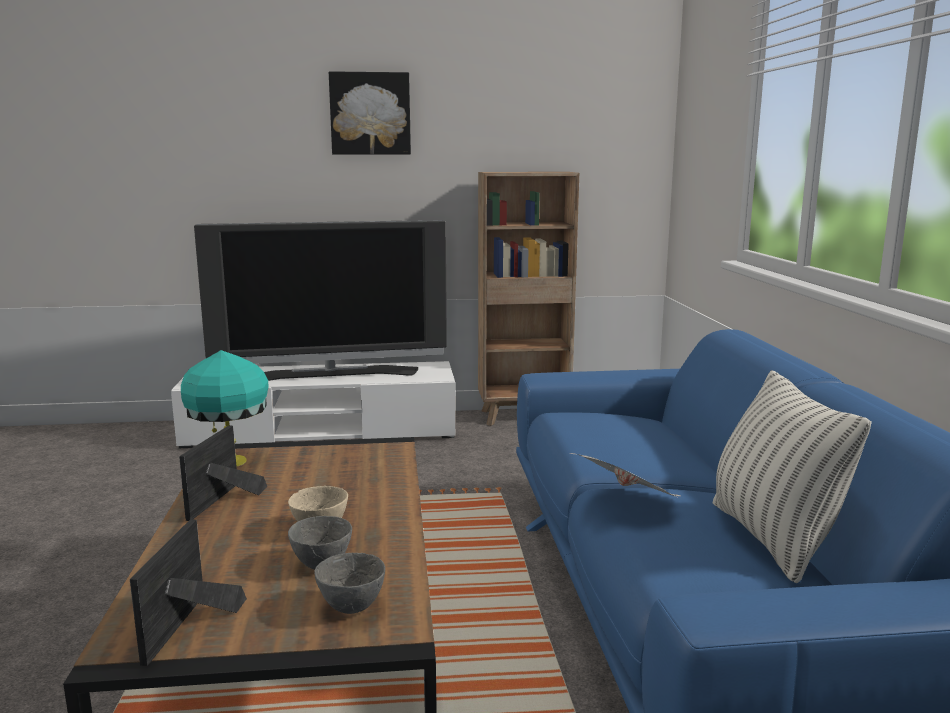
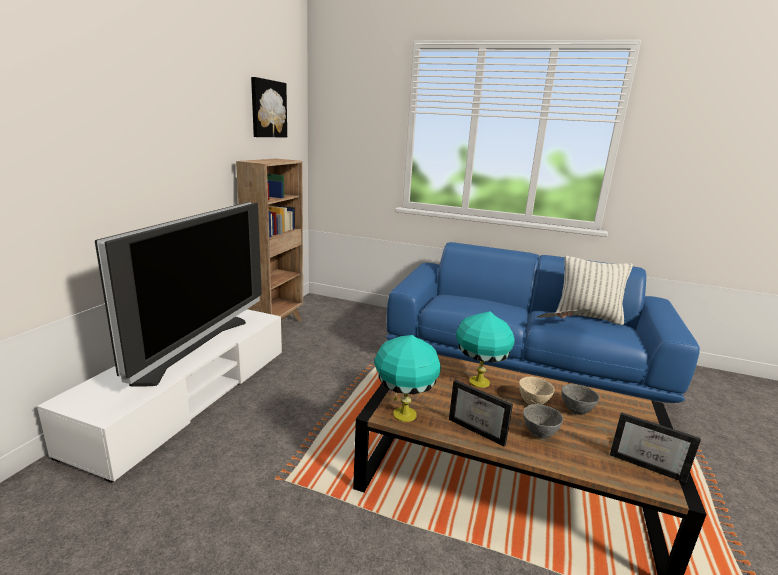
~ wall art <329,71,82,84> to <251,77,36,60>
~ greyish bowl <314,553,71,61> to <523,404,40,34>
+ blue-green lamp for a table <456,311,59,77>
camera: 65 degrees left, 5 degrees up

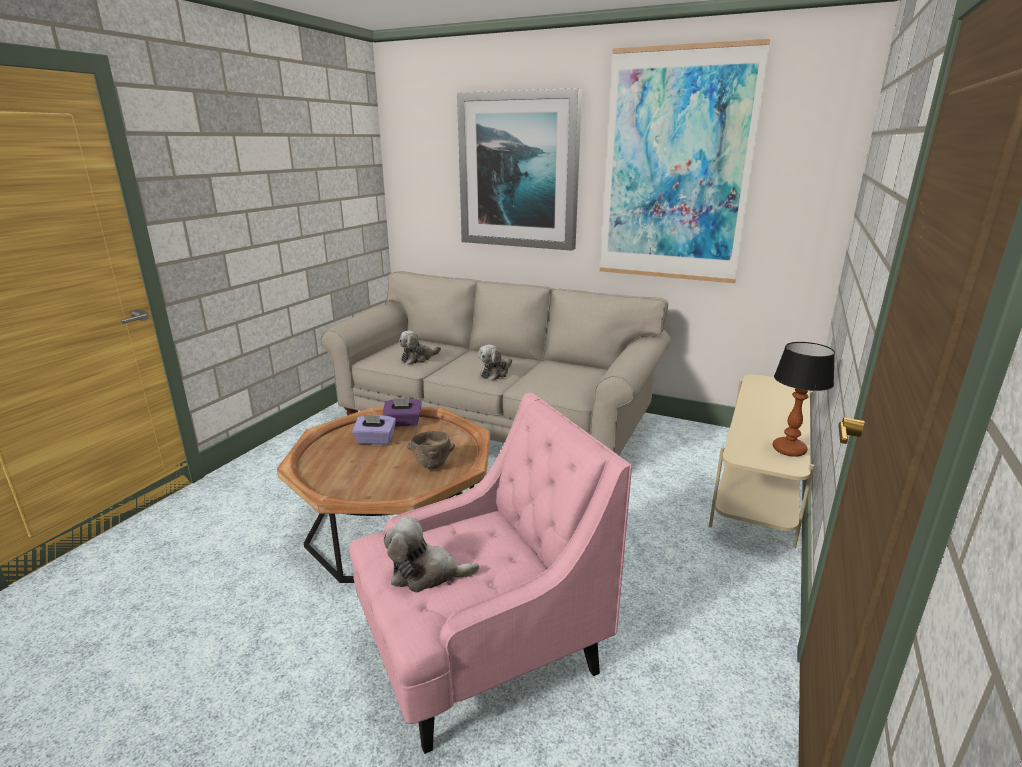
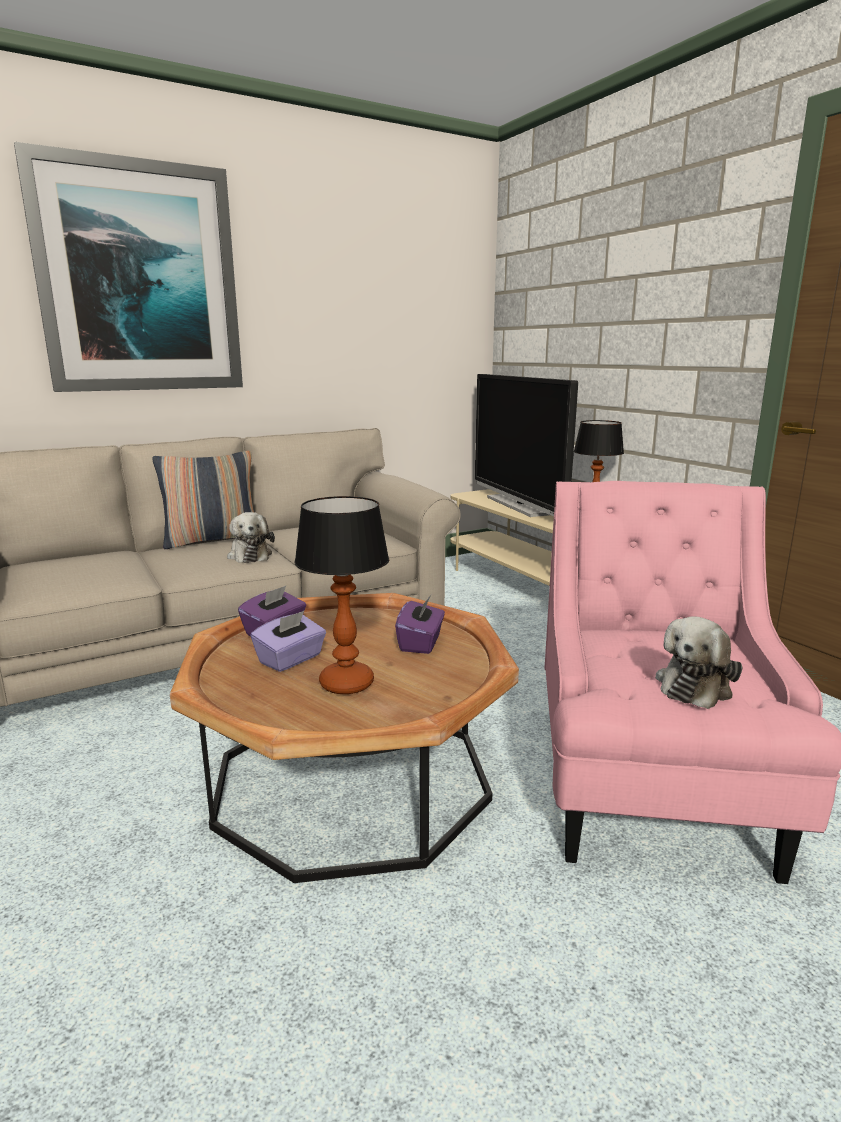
- wall art <600,39,171,244>
- soft toy <399,330,42,34>
~ brown-coloured bowl <406,431,49,39> to purple tissue box <395,595,50,59>
+ television <475,374,103,143>
+ cushion <152,451,102,98>
+ lamp for a table <294,496,95,198>
camera: 55 degrees left, 5 degrees down

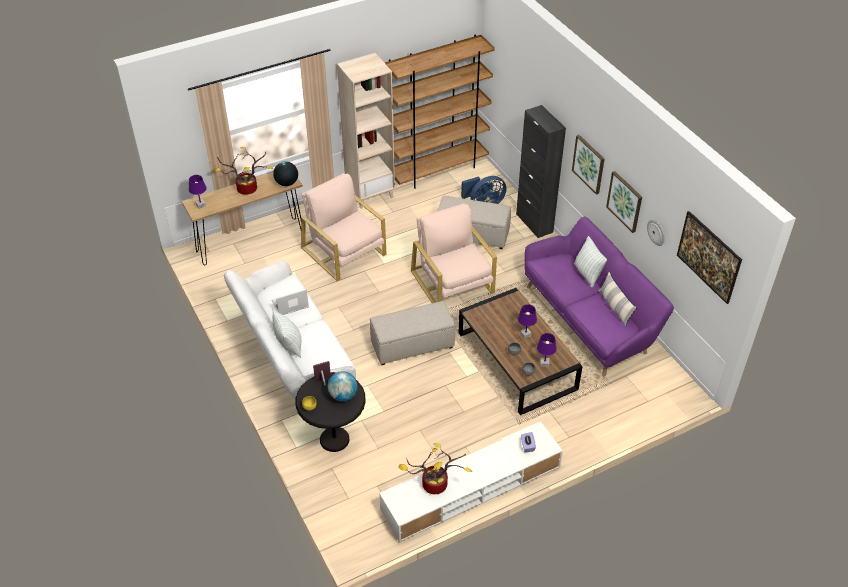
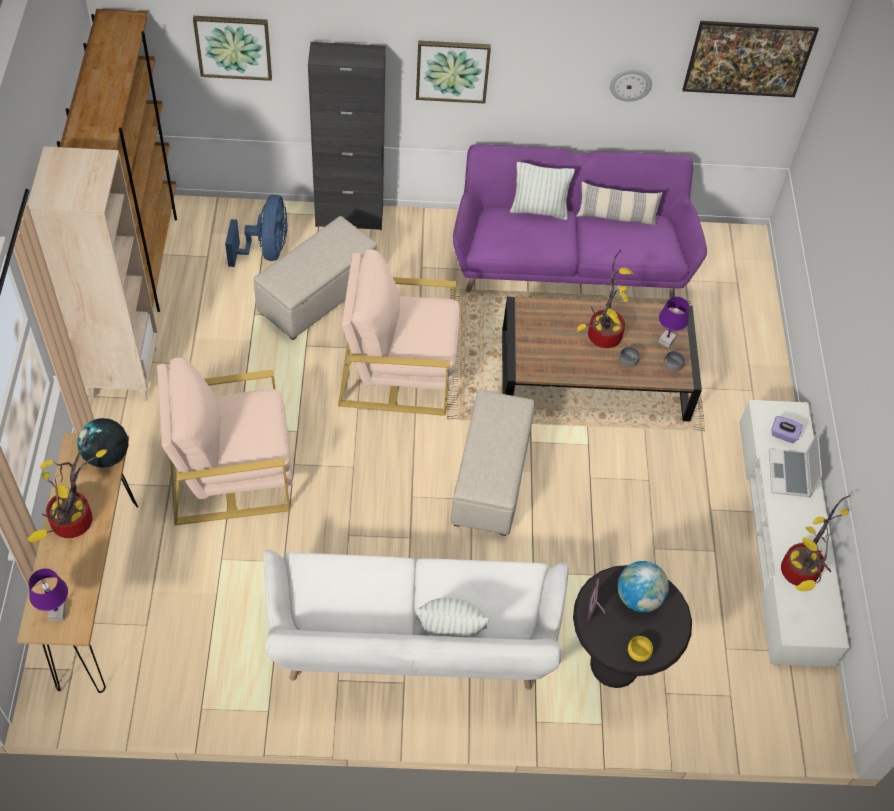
~ wall art <606,171,36,62> to <193,16,79,65>
~ portable computer <272,289,37,26> to <769,431,53,66>
~ purple lamp for a table <518,305,19,34> to houseplant <577,249,56,99>
camera: 65 degrees left, 10 degrees up

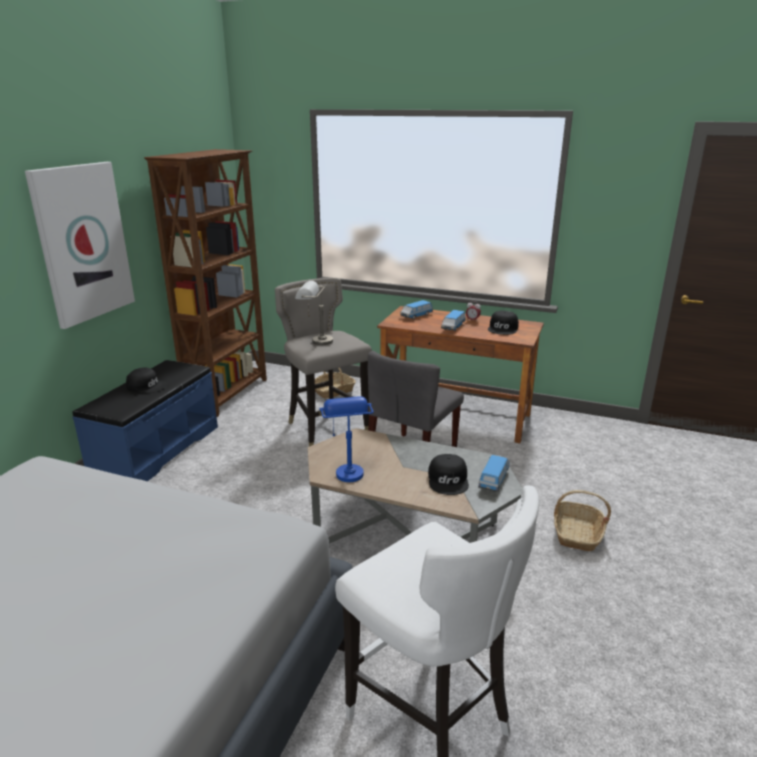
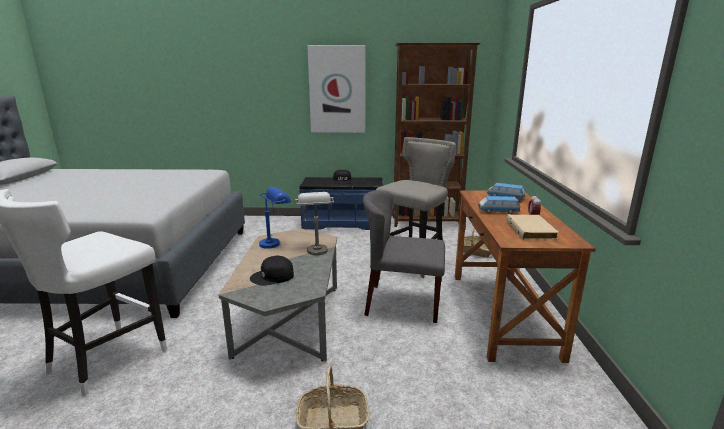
~ greyish lamp for a table <295,281,38,64> to <295,192,39,63>
~ black-coloured peaked cap <488,311,31,24> to sand-coloured bound book <506,214,53,26>
- toy car <478,455,32,37>
camera: 70 degrees right, 5 degrees down

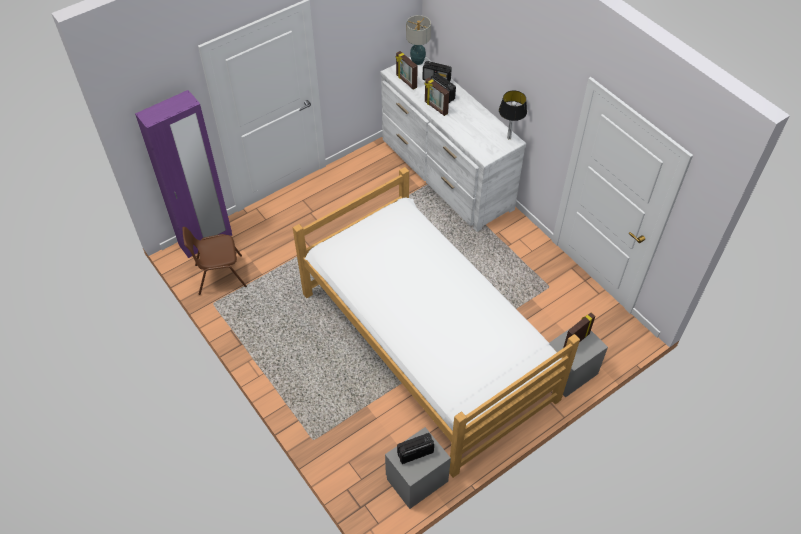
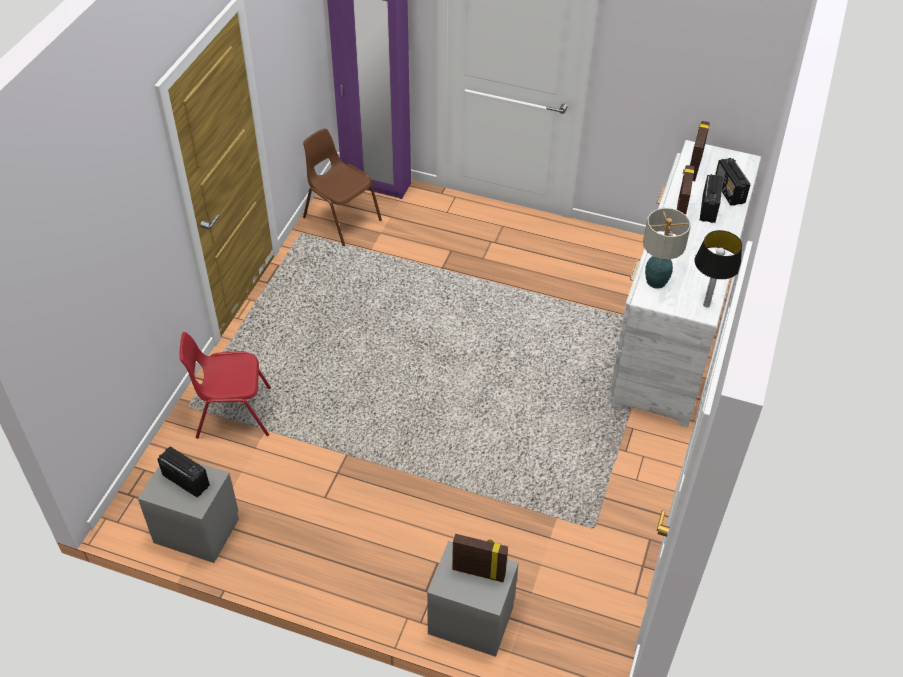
~ lamp for a table <406,15,25,50> to <643,208,48,81>
- bedroom bed <293,167,287,311>
+ red chair <179,332,92,107>
camera: 55 degrees right, 5 degrees down

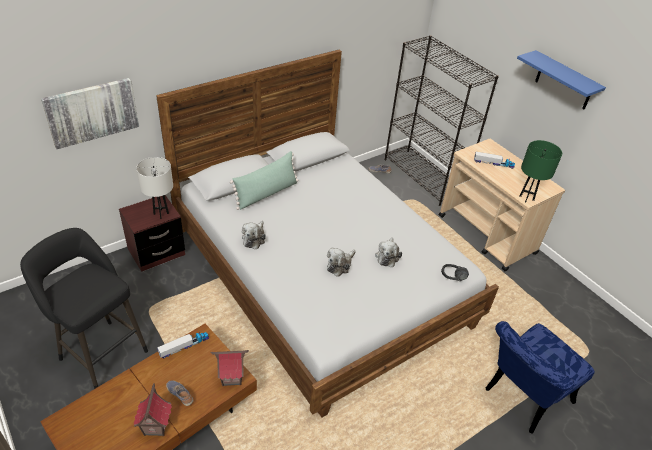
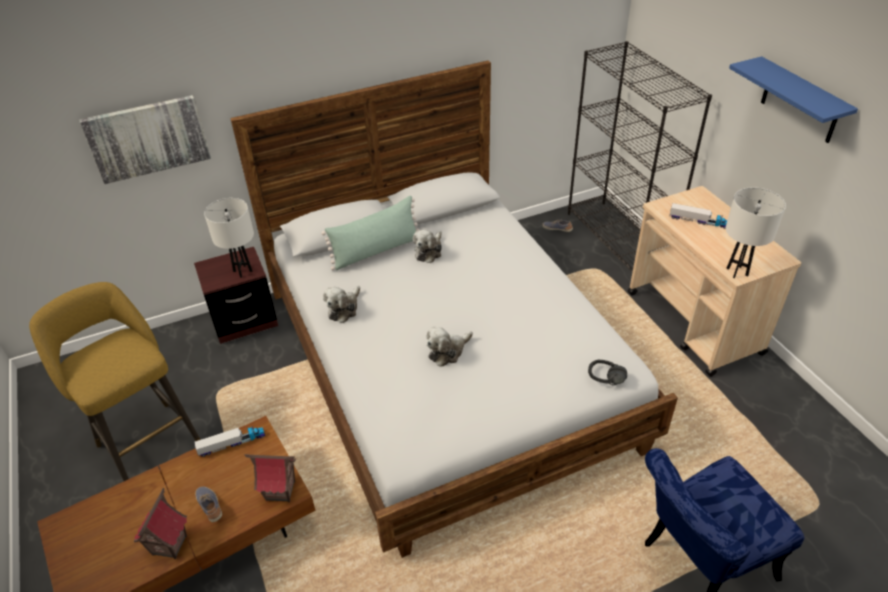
~ greenish lamp for a table <519,140,43,63> to white lamp for a table <726,187,60,91>
~ black-coloured sitting stool <20,228,128,161> to yellowish sitting stool <29,282,172,199>
~ soft toy <375,238,27,29> to <413,229,29,34>
camera: 15 degrees right, 0 degrees up

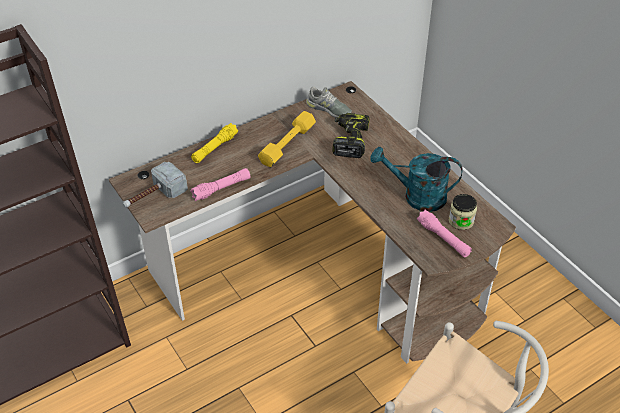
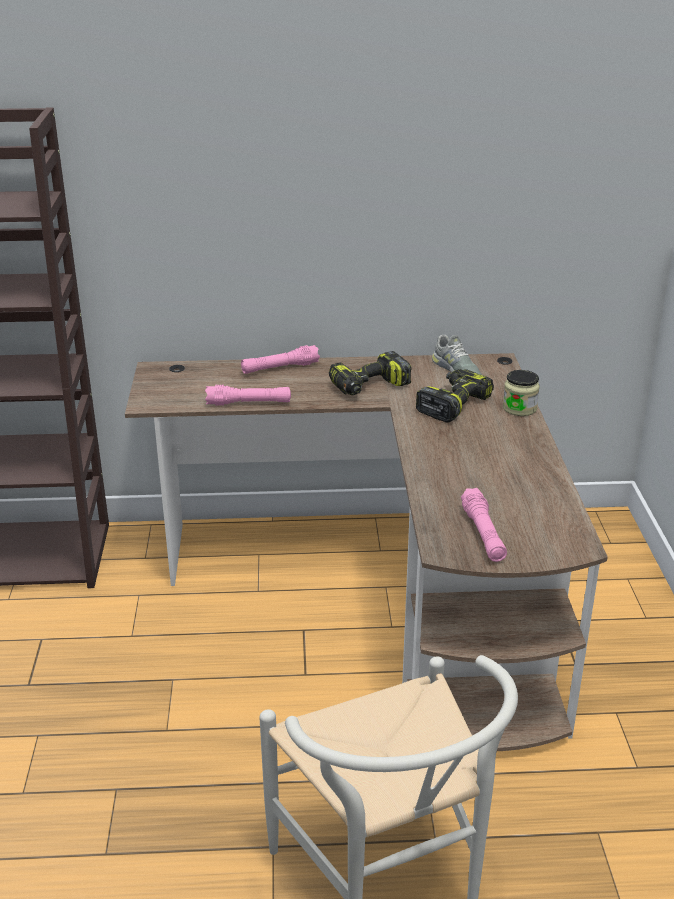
~ yellowish dumbbell <258,111,58,56> to drill <329,351,83,44>
~ yellowish hand torch <191,123,47,40> to pinkish hand torch <241,345,79,29>
- blue-green watering pot <370,147,93,65>
- hammer <123,162,65,45>
~ jar <449,194,28,36> to <503,370,37,46>
camera: 30 degrees right, 15 degrees down

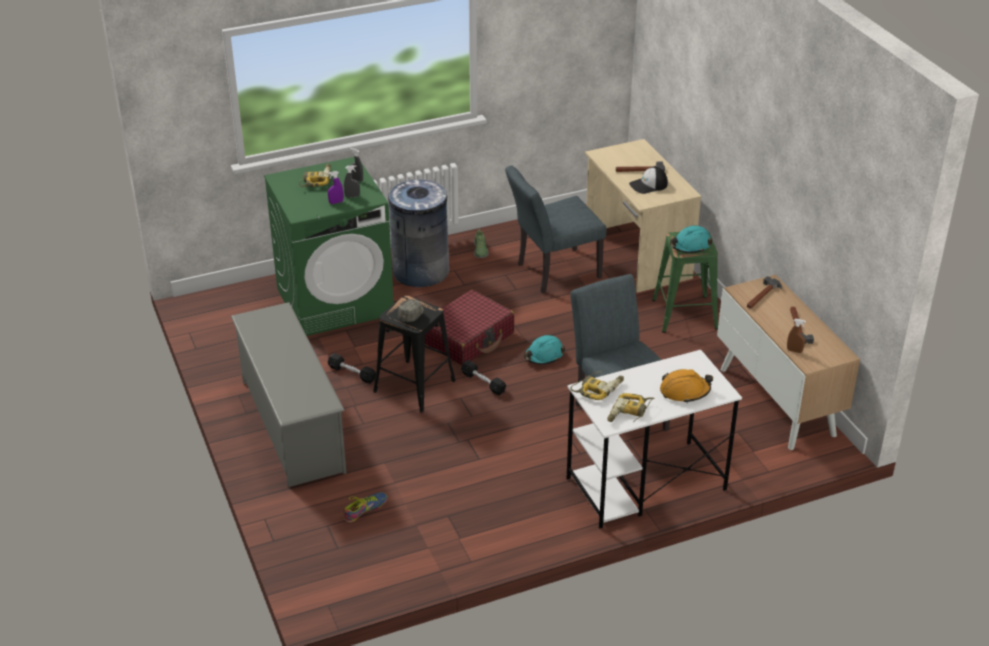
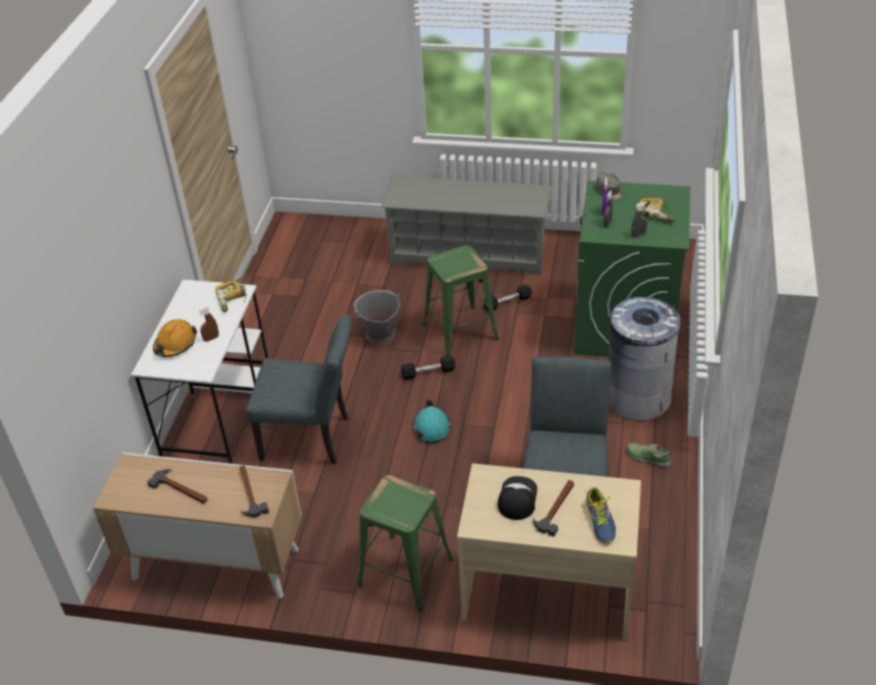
- blue-green safety helmet <670,226,42,27>
- red piece of luggage <425,290,89,75>
~ black-coloured sitting stool <373,296,83,117> to greenish sitting stool <423,245,76,111>
~ greyish peaked cap <398,299,26,23> to <596,171,27,29>
~ brown-coloured hand sprayer <787,319,19,34> to <198,307,21,35>
- drill <607,393,47,29>
~ low shoe <343,492,45,30> to <582,487,34,57>
+ greyish water bucket <354,290,46,54>
camera: 125 degrees right, 5 degrees up

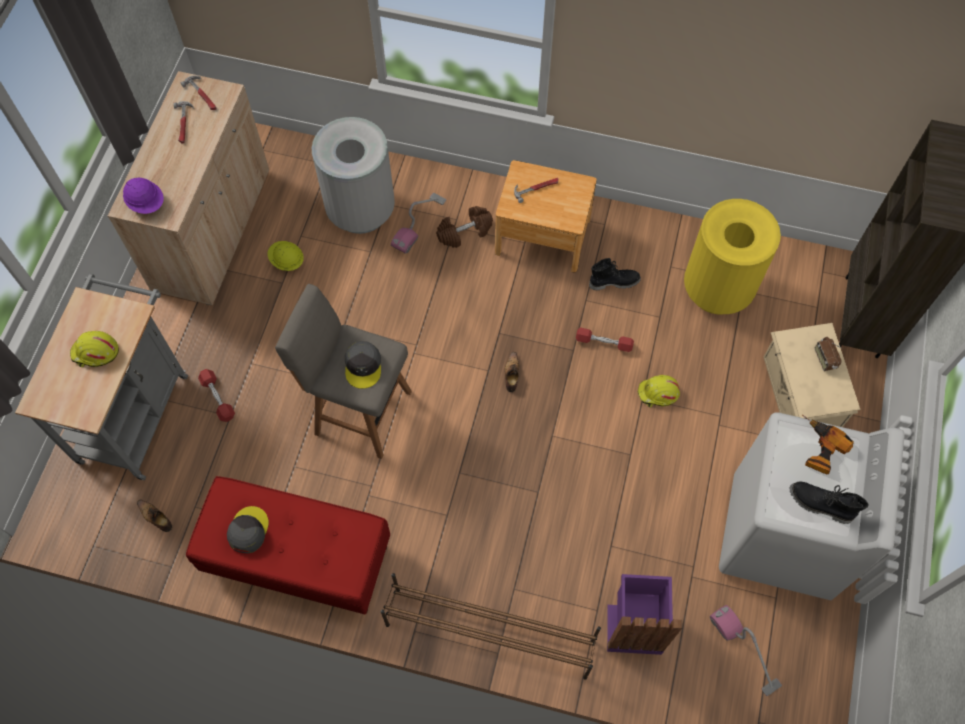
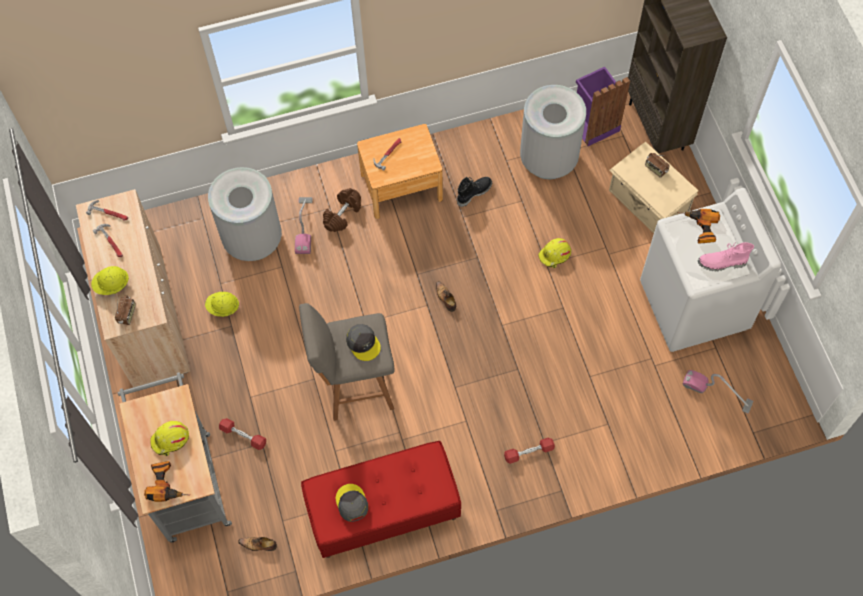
~ purple safety helmet <123,178,41,36> to radio set <115,295,21,30>
~ yellowish rubbish bin <684,199,97,115> to greyish rubbish bin <520,85,66,94>
~ red dumbbell <576,327,58,25> to <504,438,51,26>
~ black-coloured tall boot <789,481,79,43> to pinkish tall boot <698,242,56,29>
- brown-coloured shoe shelf <381,573,220,107>
~ purple rubbish bin <607,574,75,81> to <576,67,54,79>
+ yellowish safety helmet <91,266,38,29>
+ drill <144,461,46,41>
camera: 30 degrees left, 0 degrees up

